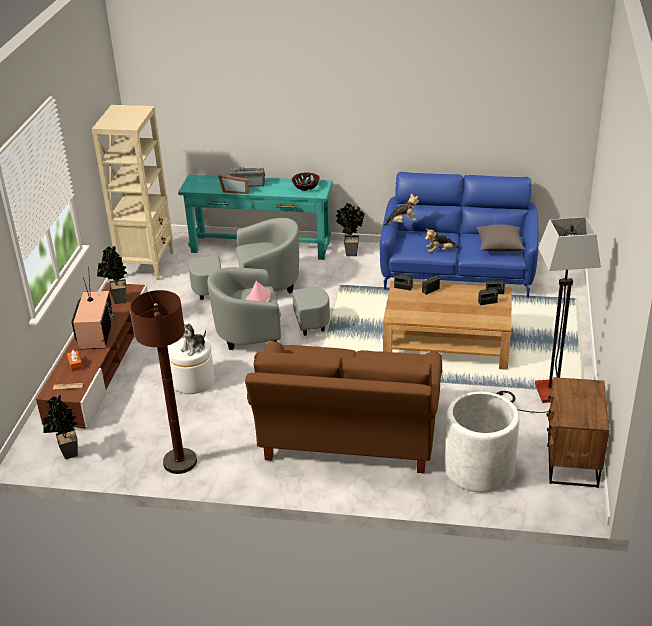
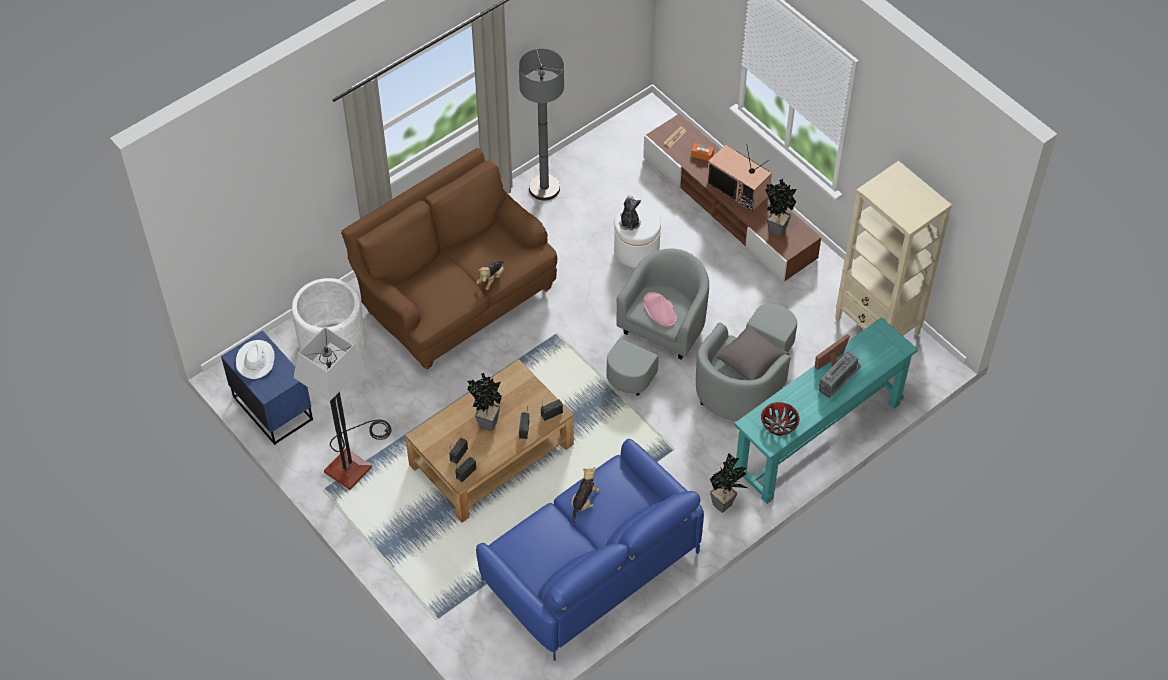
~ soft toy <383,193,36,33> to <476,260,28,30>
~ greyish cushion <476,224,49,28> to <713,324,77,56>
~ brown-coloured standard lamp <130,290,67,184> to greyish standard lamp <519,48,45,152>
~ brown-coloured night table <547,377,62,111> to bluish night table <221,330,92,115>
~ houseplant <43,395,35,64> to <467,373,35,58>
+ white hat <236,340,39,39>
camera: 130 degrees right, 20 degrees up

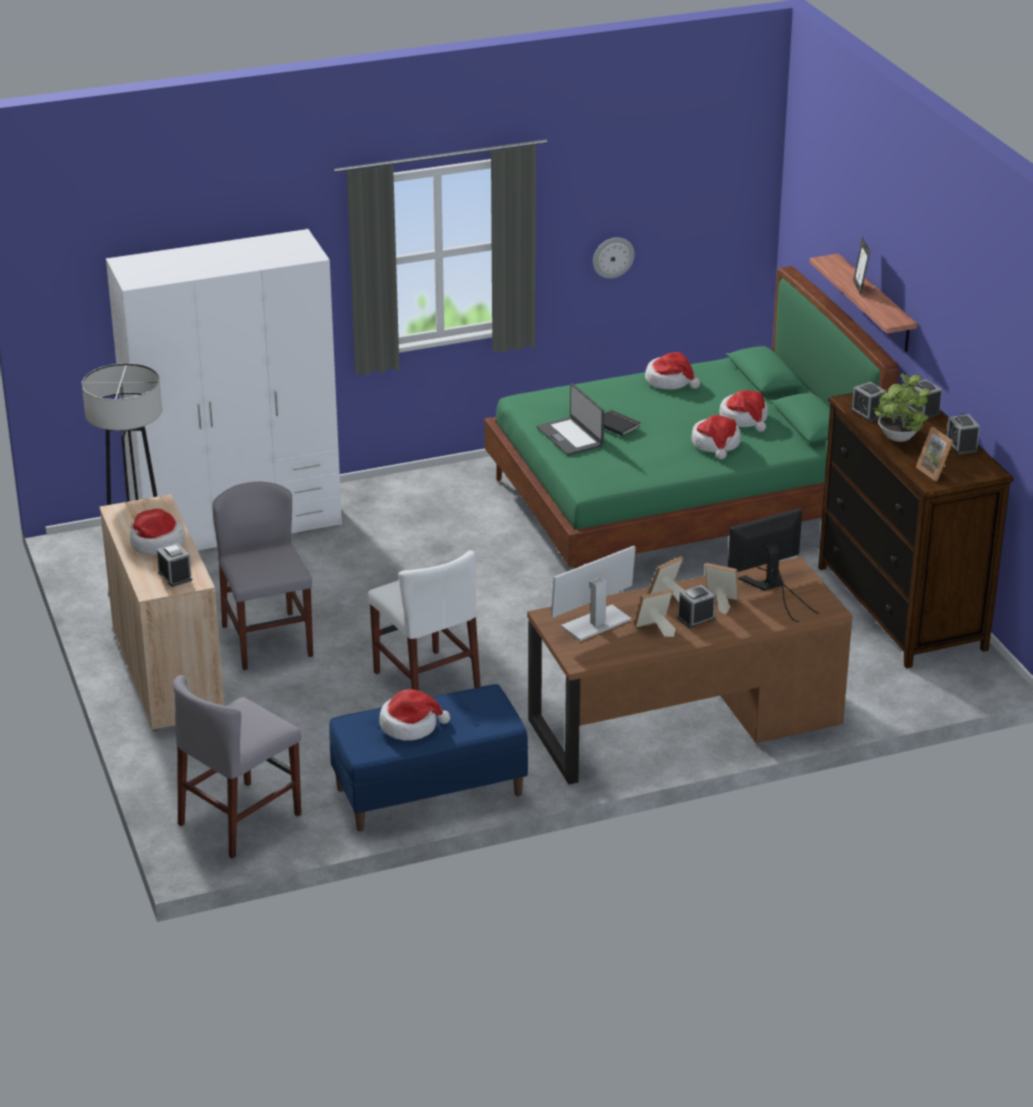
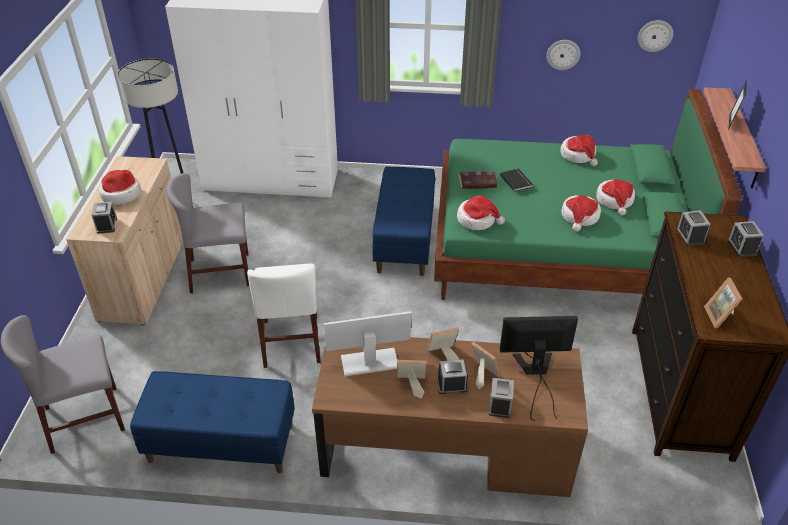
- houseplant <873,373,57,69>
~ portable computer <537,383,67,73> to bound book <458,171,40,18>
~ table clock <946,414,34,41> to <489,378,25,40>
~ greyish chair <212,481,101,189> = <166,173,83,120> 105 degrees counterclockwise
~ hat <379,689,71,51> to <457,196,48,34>
+ wall clock <637,20,36,32>
+ bluish indoor bench <372,167,63,109>
camera: 25 degrees right, 10 degrees up

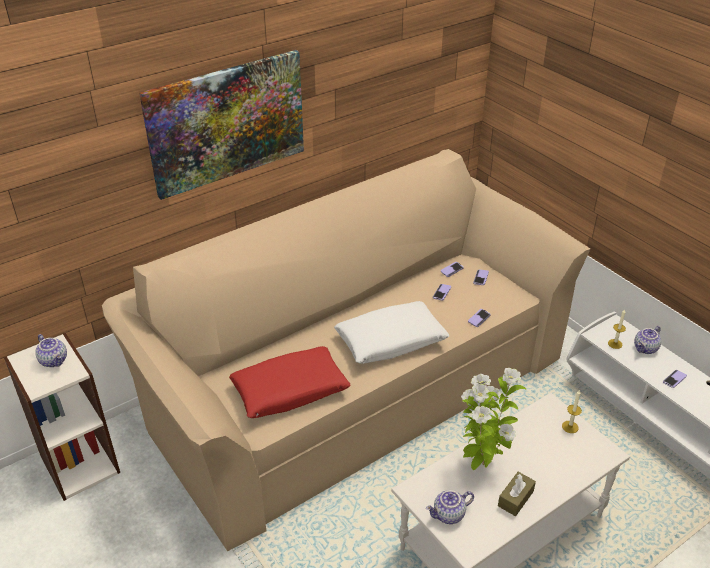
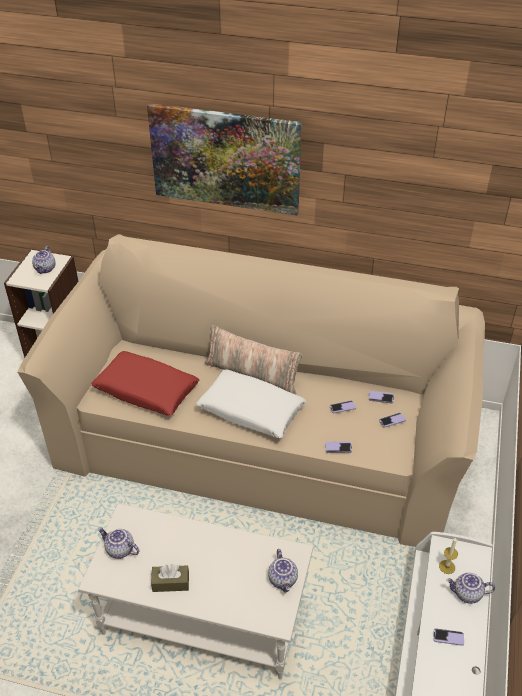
- houseplant <461,368,66,102>
~ wax candle <562,390,20,43> to tea pot <268,549,30,43>
+ cushion <205,325,97,69>
camera: 50 degrees right, 5 degrees up

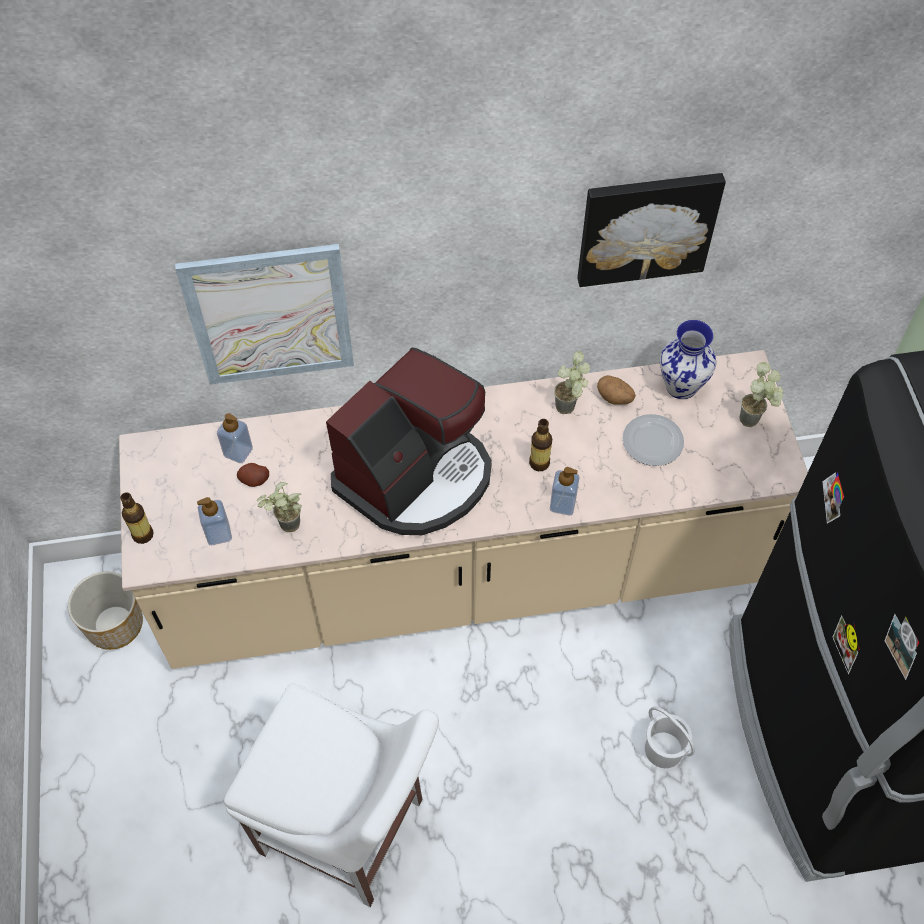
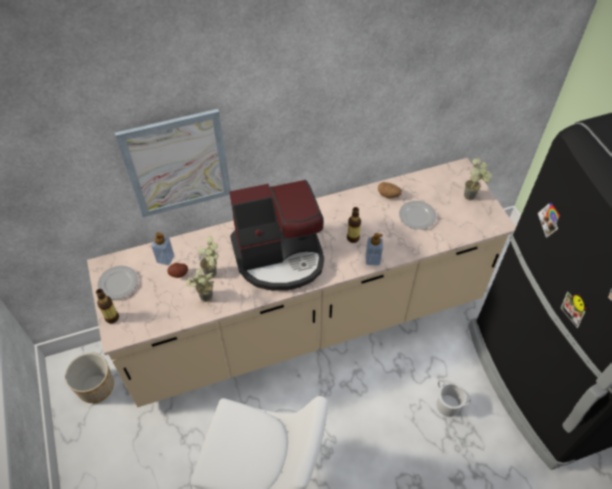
- wall art <577,173,149,114>
- flower vase <660,320,56,79>
~ coffee brewer <326,348,166,187> = <229,179,95,112> 45 degrees clockwise
~ houseplant <554,351,36,63> to <198,236,21,42>
- soap dispenser <197,497,35,48>
+ flat dish <97,266,41,33>
camera: 10 degrees left, 5 degrees down

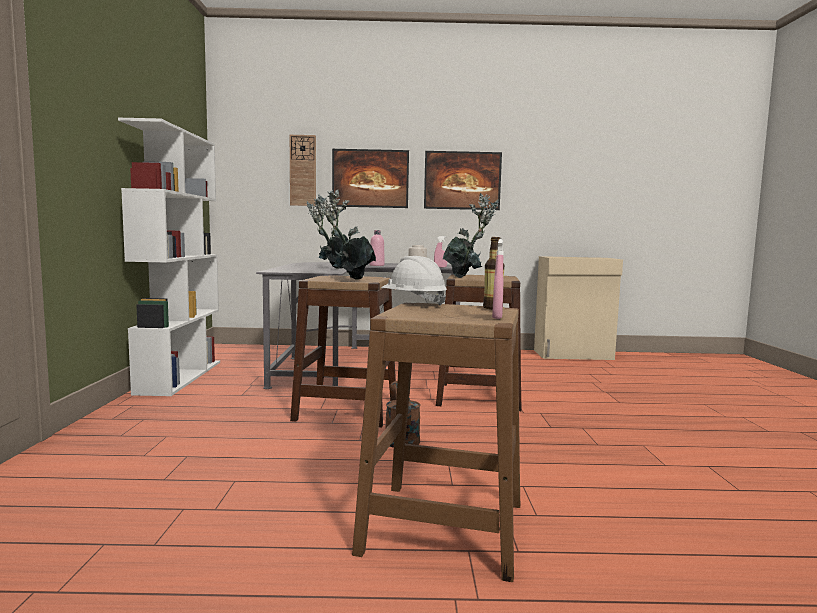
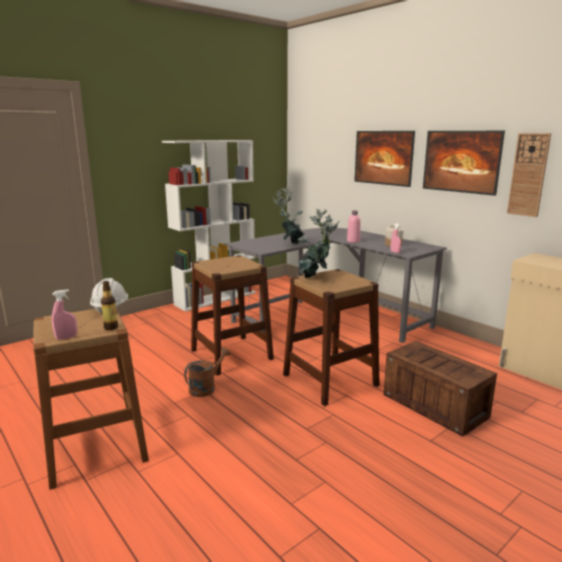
~ wall clock <290,135,26,71> to <507,133,44,84>
- houseplant <318,189,58,91>
+ crate <384,341,113,96>
camera: 50 degrees right, 10 degrees up

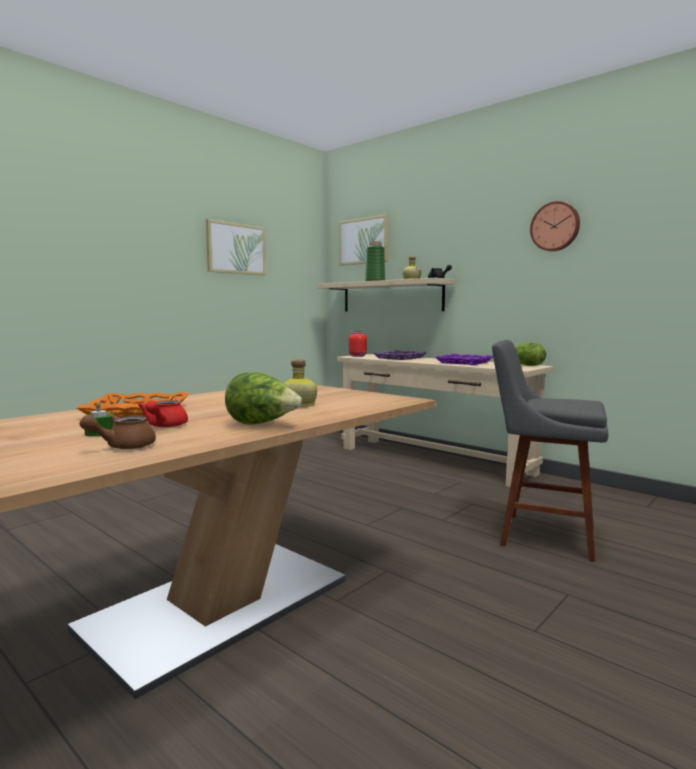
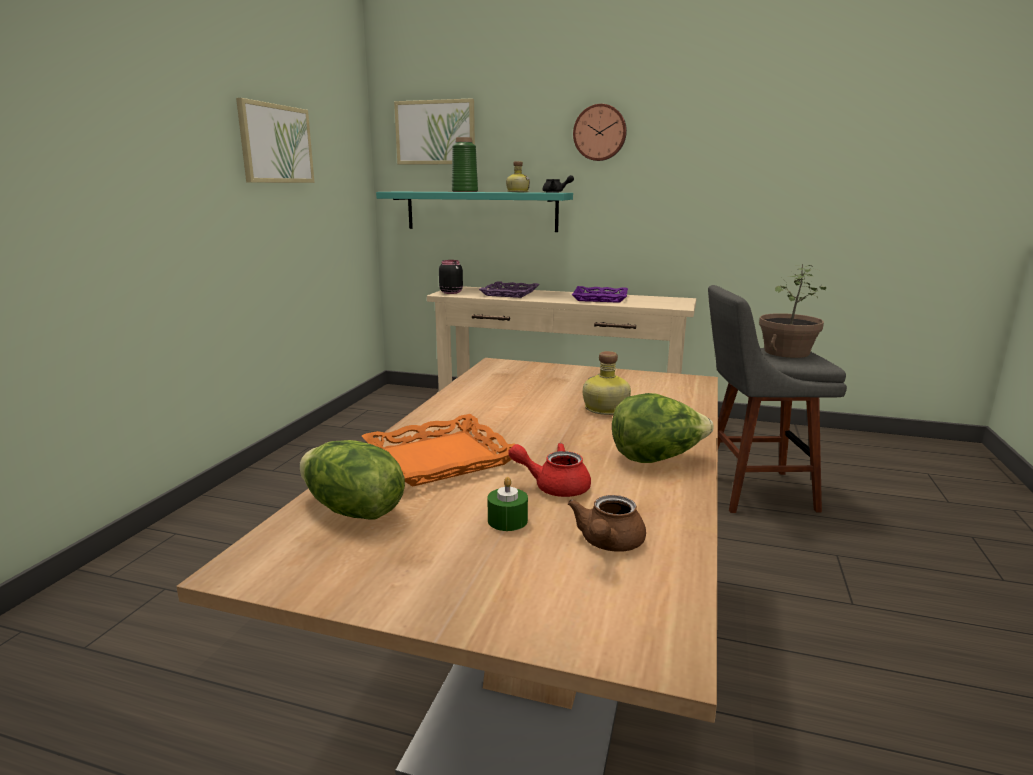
~ wall clock <530,201,50,50> to <573,104,54,57>
~ sand-coloured bracket shelf <317,278,138,33> to blue-green bracket shelf <376,192,197,40>
~ red jar <349,332,18,25> to black-coloured jar <439,260,24,34>
~ lettuce <515,343,31,23> to <299,440,106,80>
~ red tea pot <138,400,50,27> = <508,443,83,54> 120 degrees clockwise
+ houseplant <759,264,67,94>
camera: 25 degrees left, 10 degrees up

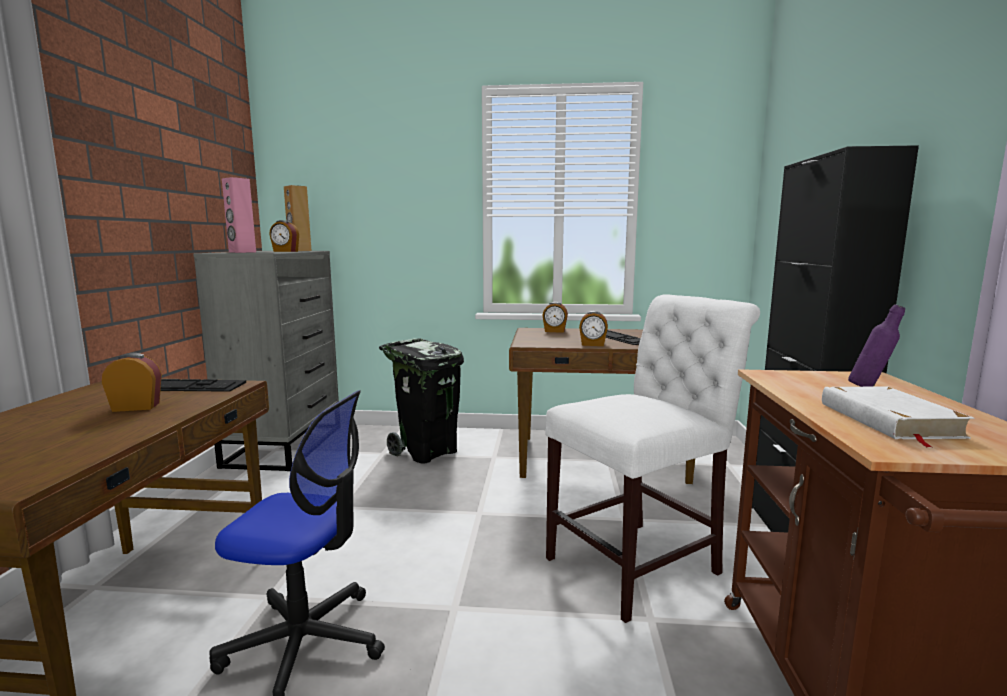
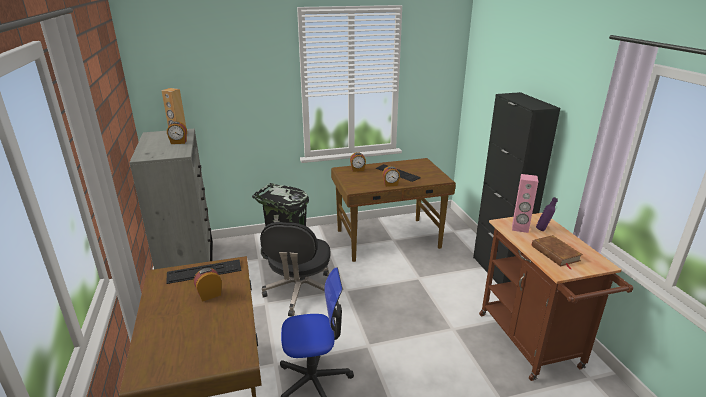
~ pinkish speaker <222,177,34,76> to <512,174,26,59>
- white chair <545,294,215,329>
~ white bound book <822,387,152,61> to brown-coloured bound book <532,235,51,34>
+ black-coloured desk chair <260,222,71,95>
camera: 20 degrees left, 15 degrees up

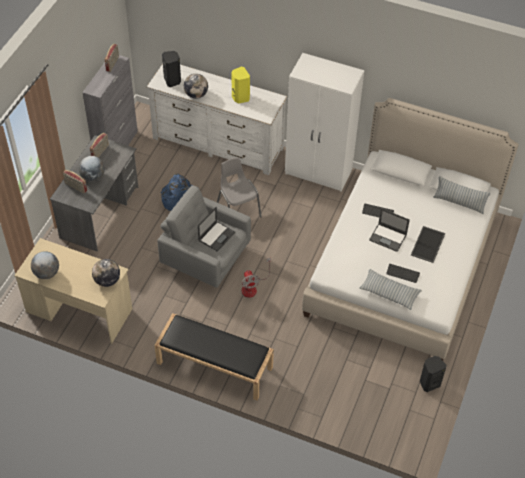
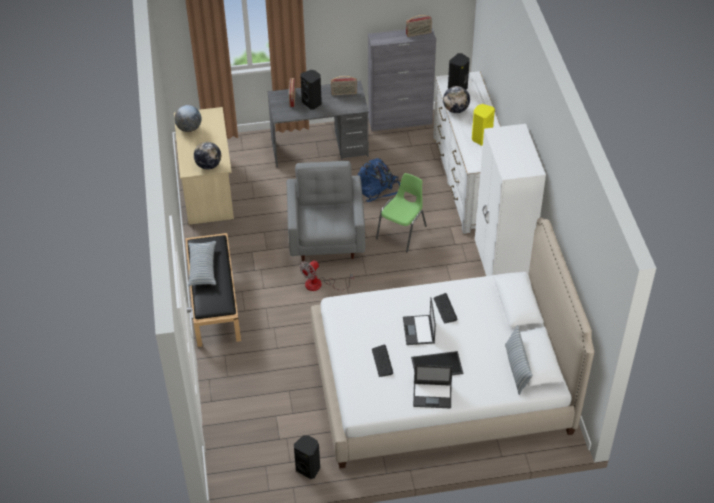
~ desk globe <79,156,26,26> to black-coloured speaker <300,70,22,39>
~ greyish chair <217,157,45,60> to greenish chair <376,173,51,79>
~ portable computer <198,207,37,45> to <413,365,40,44>
~ cushion <359,269,63,41> to <187,241,29,45>
camera: 60 degrees right, 5 degrees down

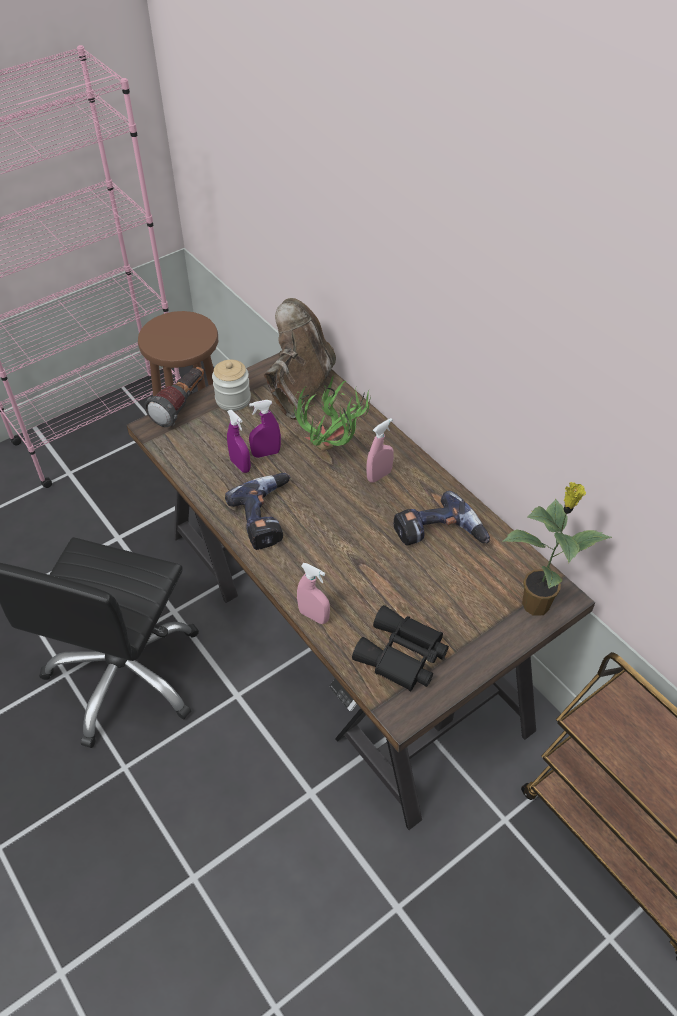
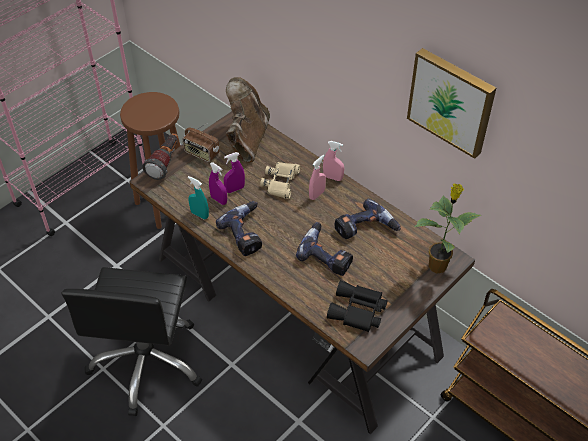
~ jar <212,360,39,51> to radio set <183,123,37,39>
~ houseplant <294,375,77,75> to sand-coloured pair of binoculars <260,162,40,37>
~ pinkish hand sprayer <297,563,33,61> to <323,141,21,40>
+ wall art <407,48,89,111>
+ blue-green hand sprayer <188,176,21,43>
+ drill <296,222,57,54>
camera: 10 degrees left, 0 degrees up

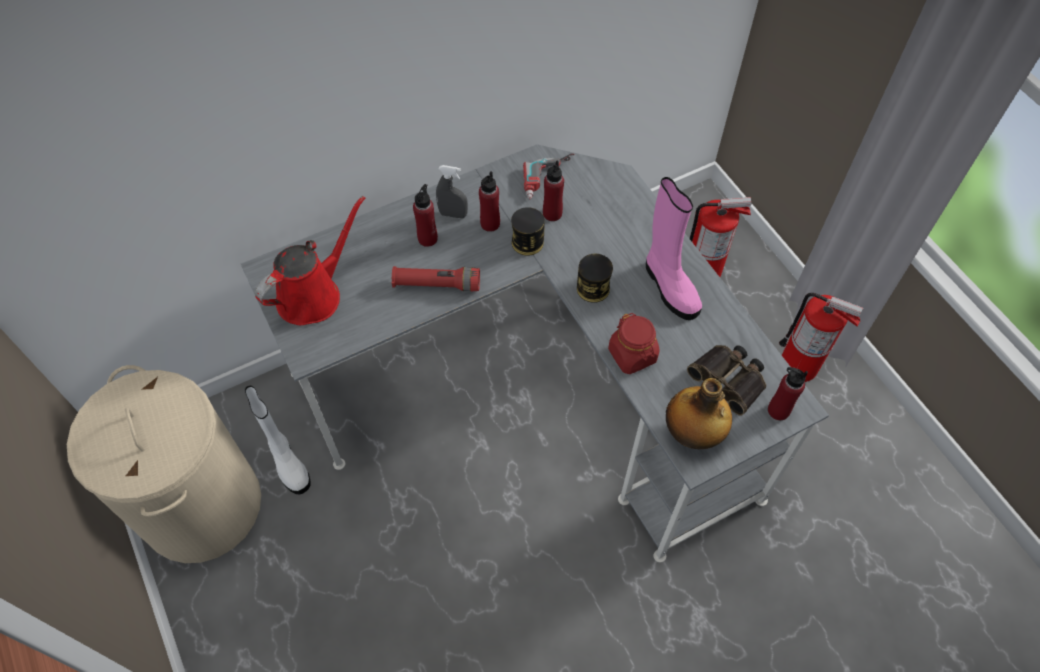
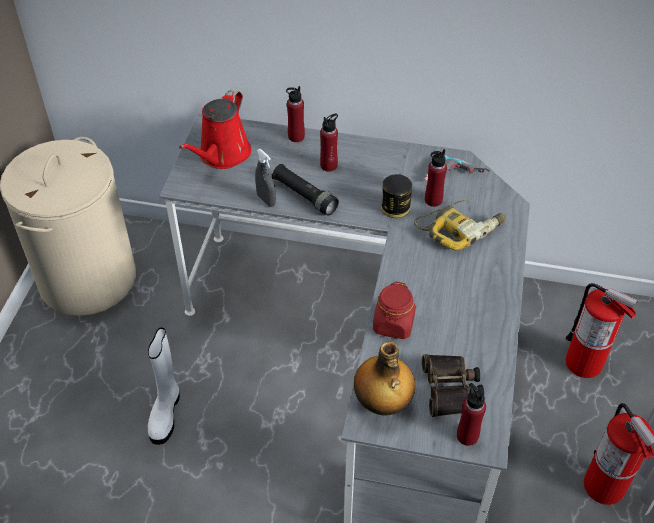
~ greyish hand sprayer <436,165,32,54> to <255,149,21,58>
~ red drink bottle <479,171,21,61> to <286,86,19,56>
- pinkish tall boot <646,177,56,143>
~ red watering pot <255,196,110,129> = <179,89,72,80> 120 degrees clockwise
- can <577,254,36,49>
~ red hand torch <392,266,88,26> to black-coloured hand torch <272,164,67,52>
~ white tall boot <245,386,66,109> to <148,327,32,118>
+ drill <414,200,92,50>
camera: 40 degrees right, 10 degrees down

